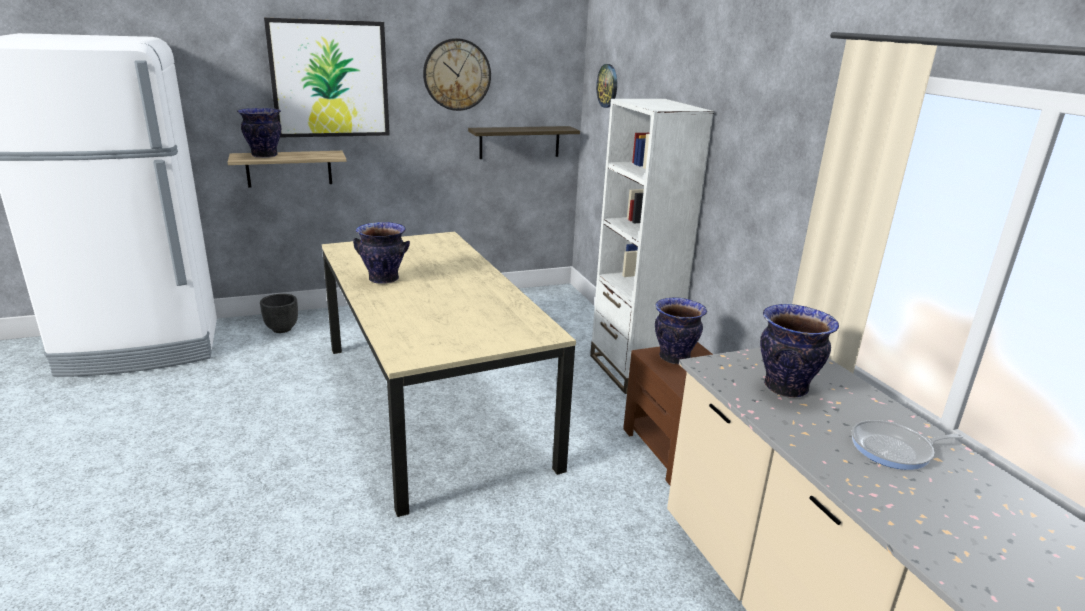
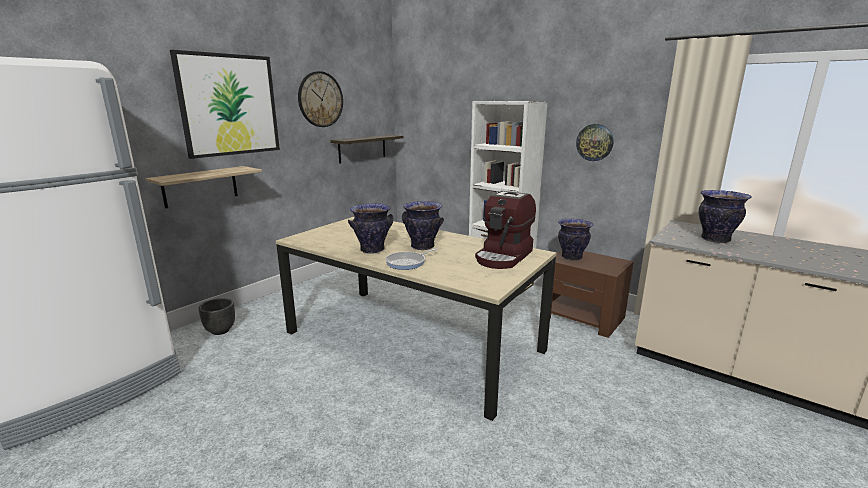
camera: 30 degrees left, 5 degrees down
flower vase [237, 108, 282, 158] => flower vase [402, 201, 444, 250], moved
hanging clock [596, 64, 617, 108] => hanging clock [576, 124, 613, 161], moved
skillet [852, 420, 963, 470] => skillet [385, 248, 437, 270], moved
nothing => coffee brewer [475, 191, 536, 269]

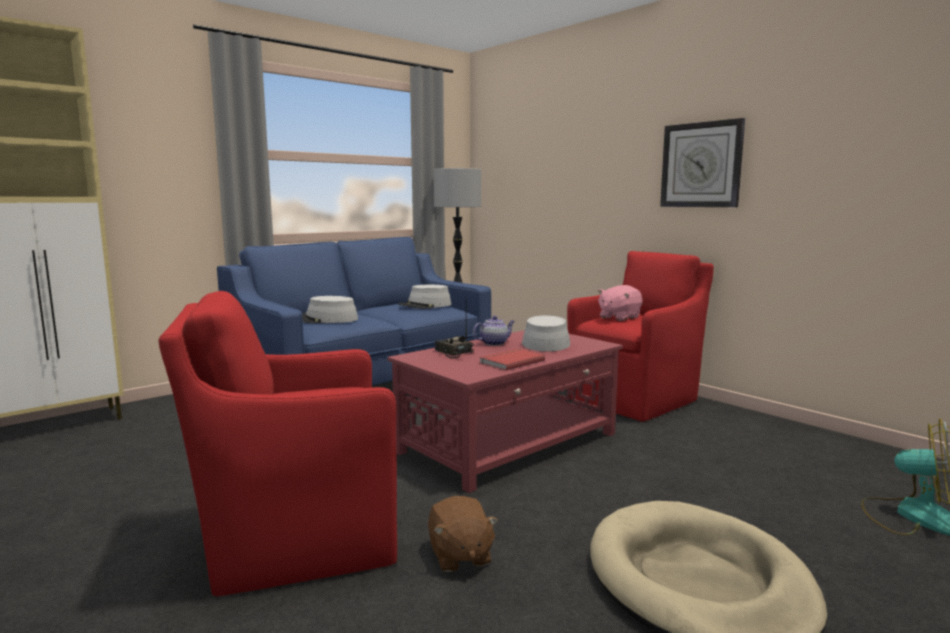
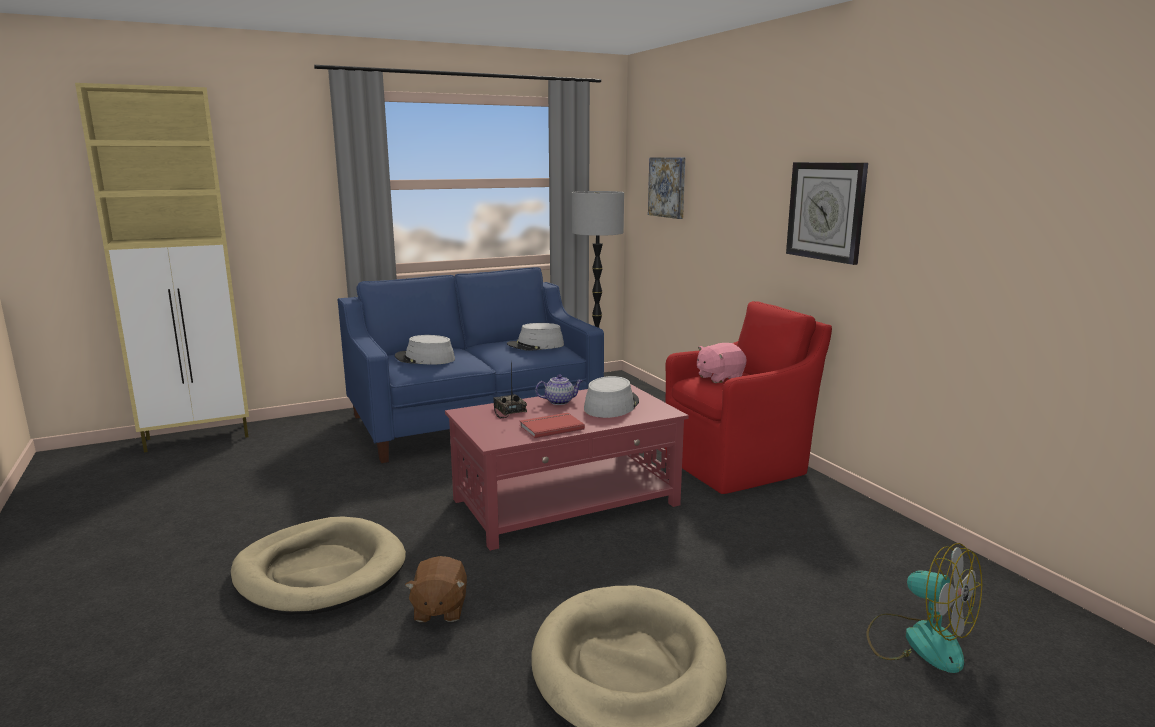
camera: 15 degrees right, 5 degrees up
red-coloured easy chair [159, 291, 397, 596] => beige-coloured dog cushion [230, 517, 406, 615]
nothing => picture [648, 157, 685, 219]

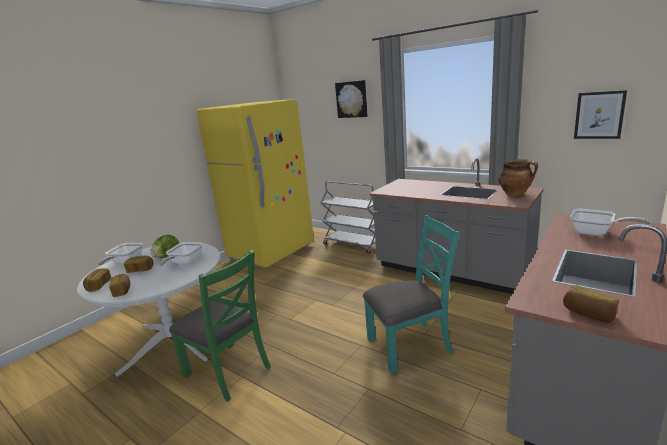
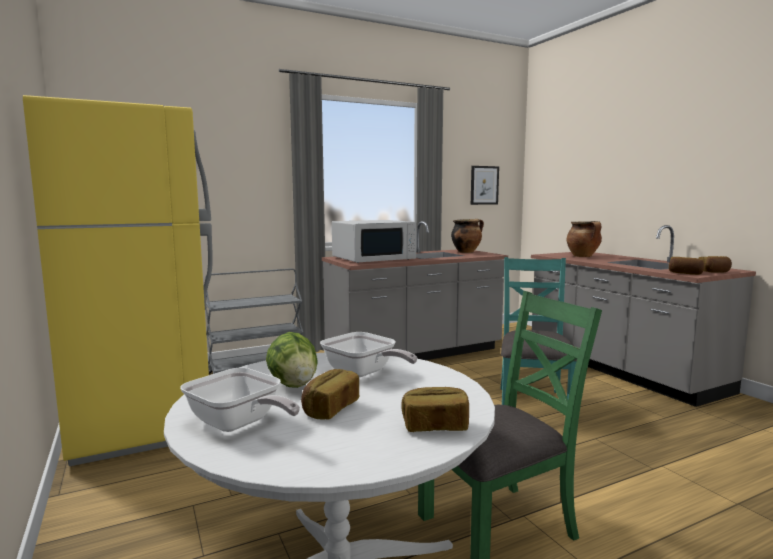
camera: 65 degrees left, 10 degrees down
bread [83, 268, 111, 292] => bread [669, 257, 705, 275], moved
picture [335, 80, 368, 118] => nothing
skillet [570, 209, 649, 236] => saucepot [567, 221, 602, 257]
nothing => white microwave [332, 220, 417, 263]

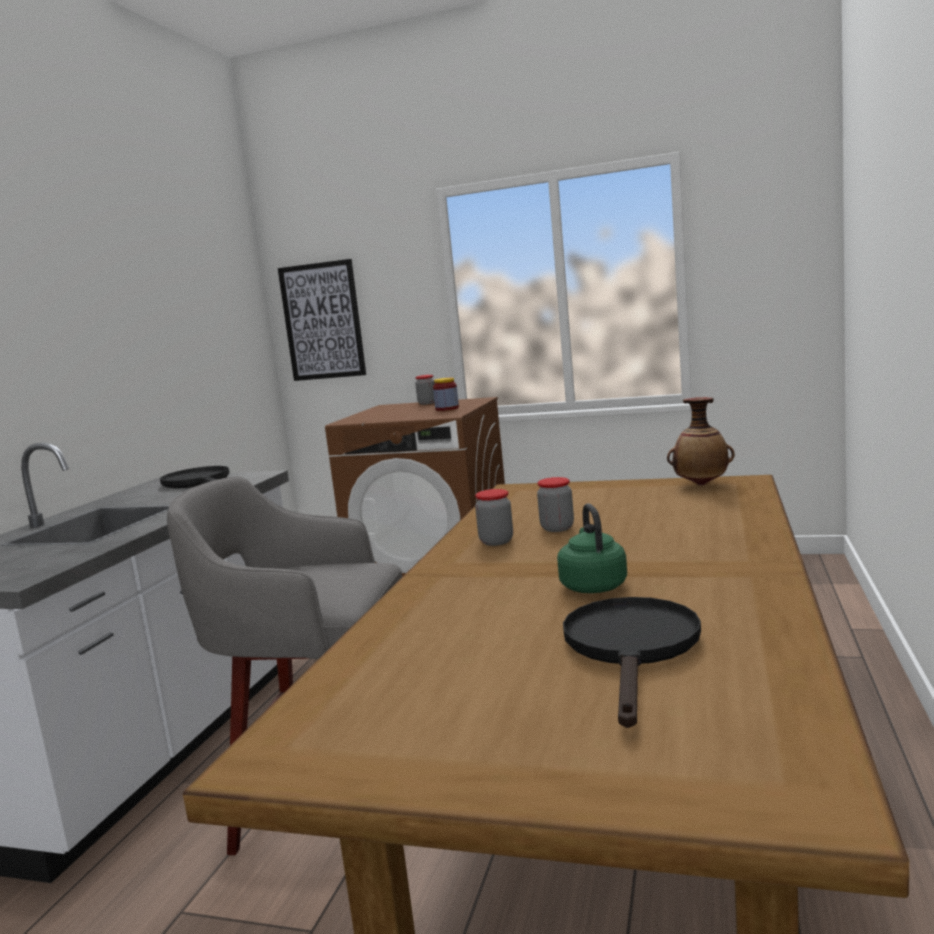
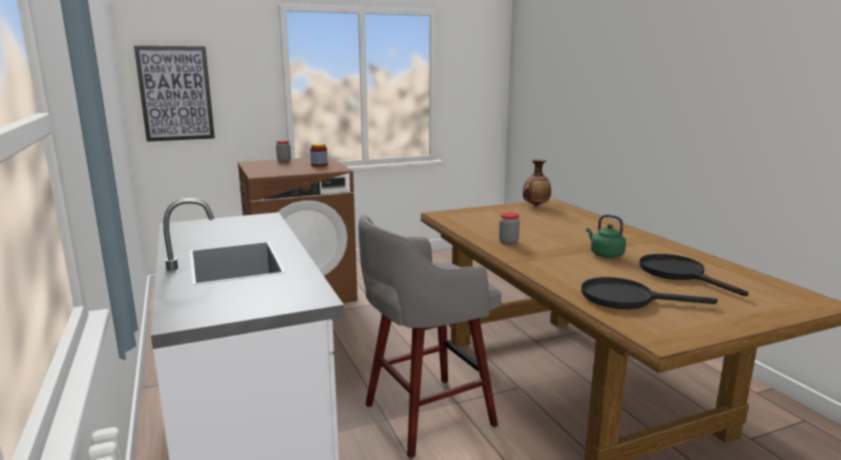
camera: 40 degrees left, 5 degrees up
blackish skillet [160, 466, 230, 488] => blackish skillet [581, 277, 718, 309], moved
storage jar [537, 477, 574, 532] => nothing

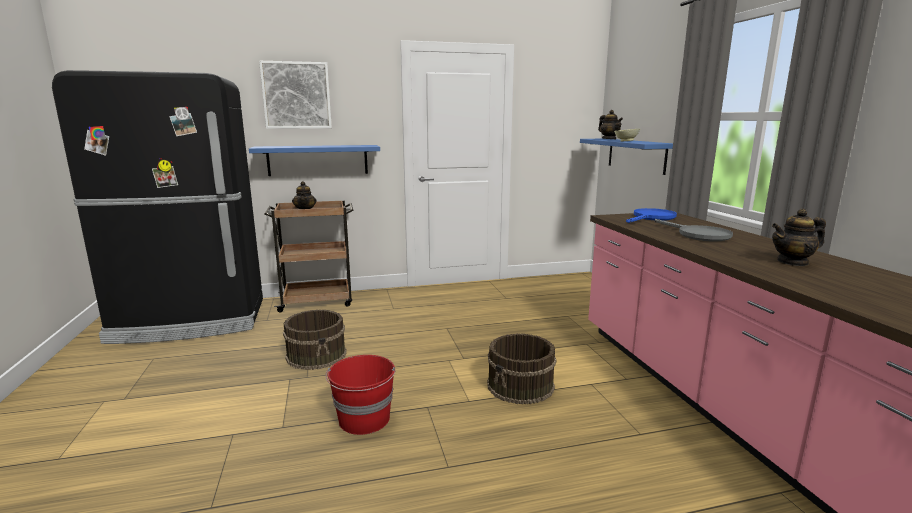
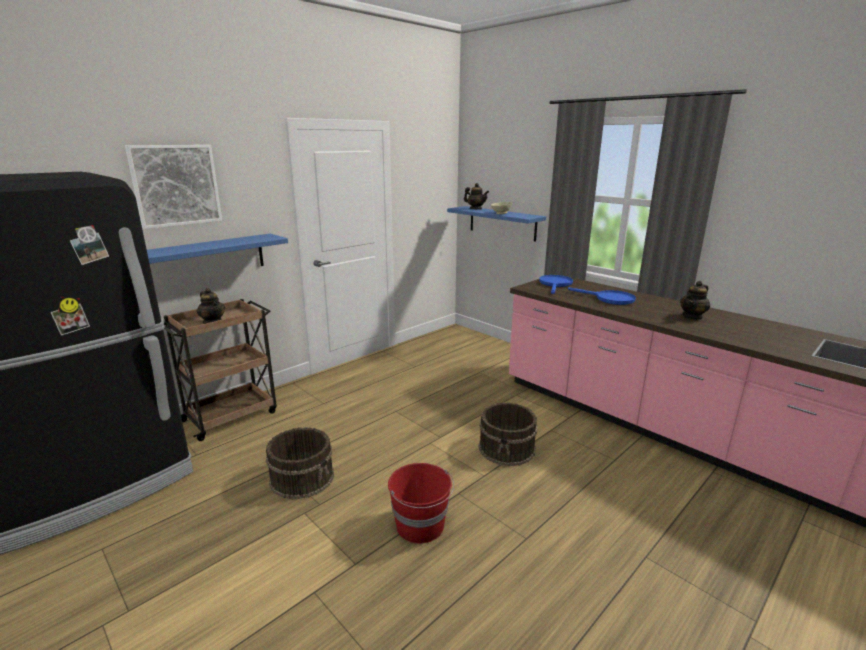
camera: 30 degrees left, 5 degrees up
greyish skillet [655, 219, 733, 242] => blue-coloured skillet [568, 287, 636, 305]

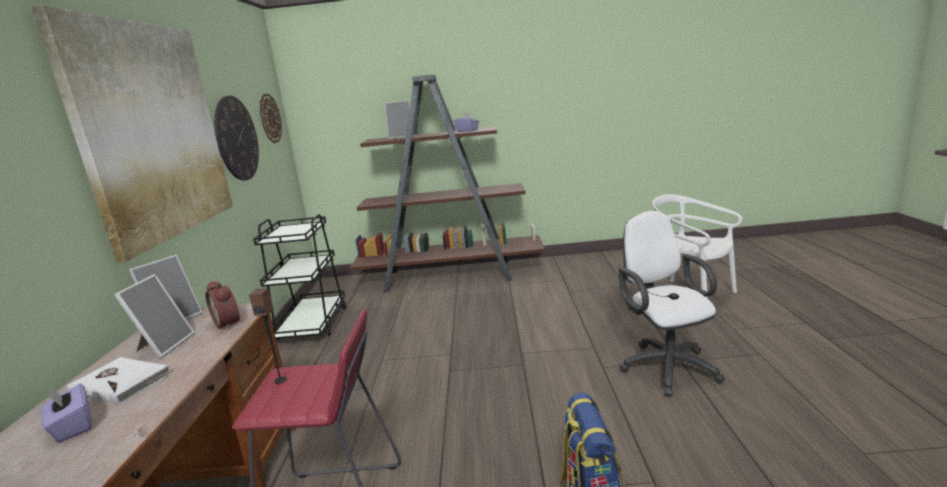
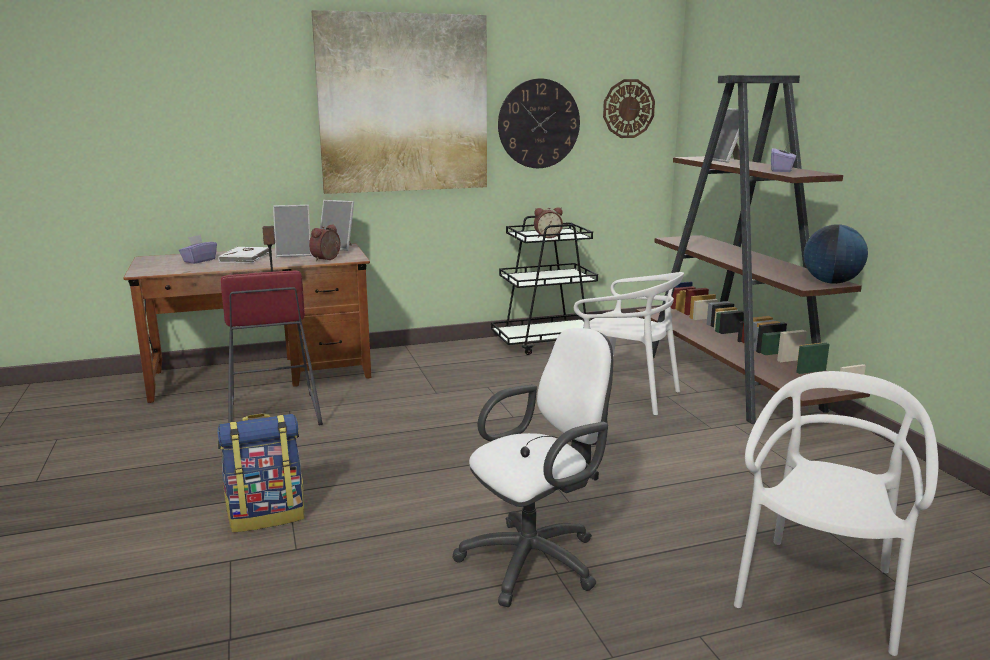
camera: 70 degrees right, 0 degrees up
nothing => alarm clock [534, 207, 563, 238]
nothing => white chair [574, 272, 684, 415]
nothing => desk globe [804, 224, 868, 284]

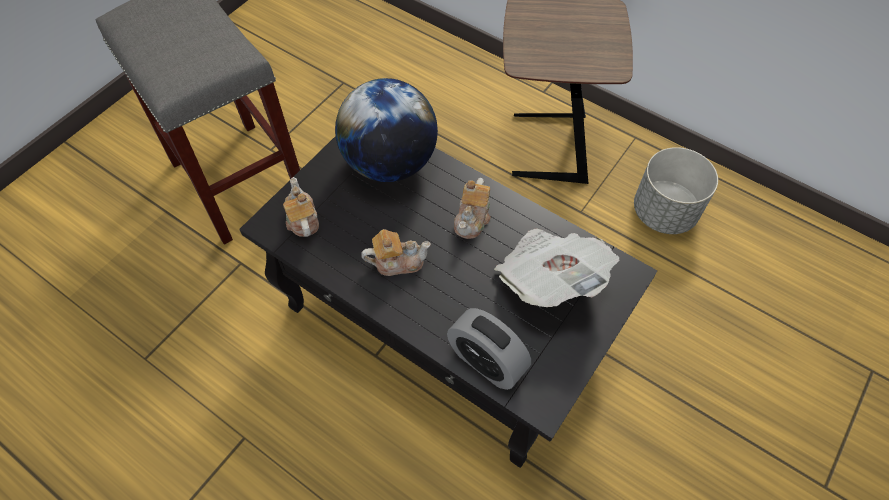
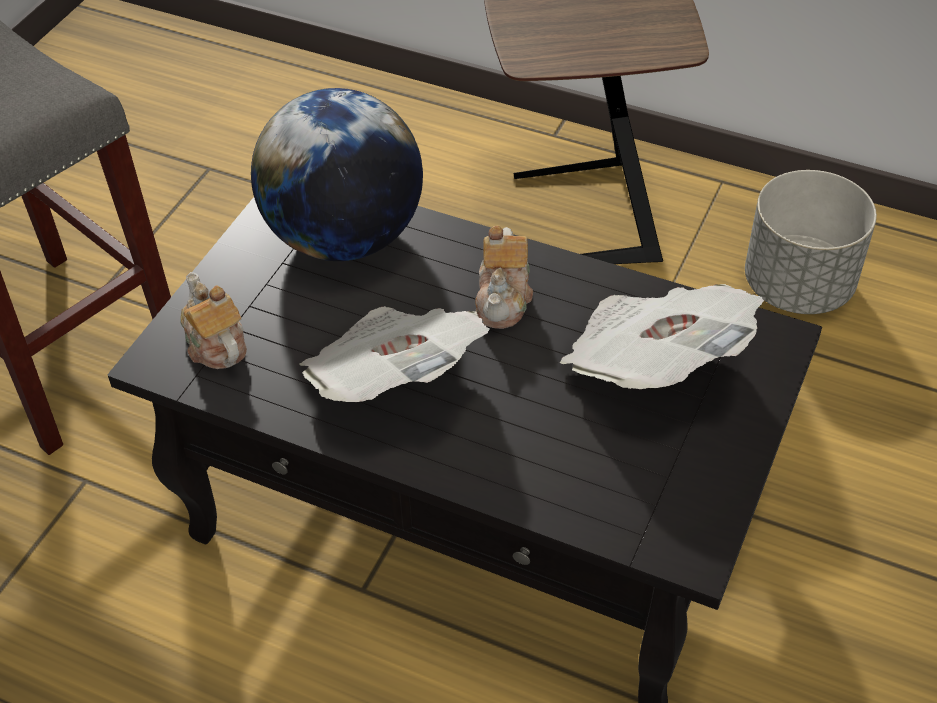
camera: 10 degrees left, 10 degrees down
teapot [361, 229, 431, 276] => newspaper [300, 306, 490, 402]
alarm clock [447, 308, 531, 390] => nothing

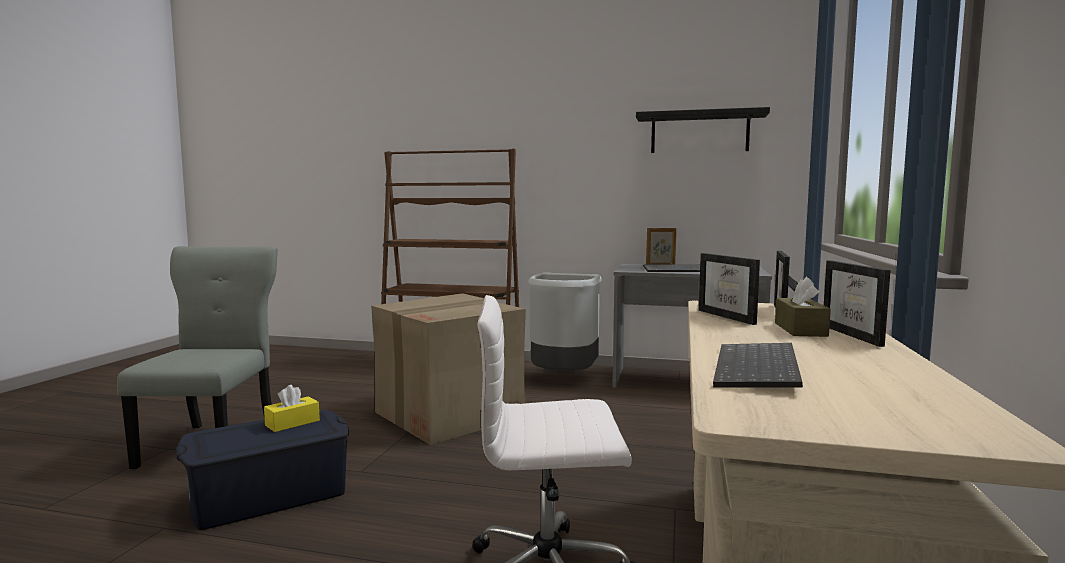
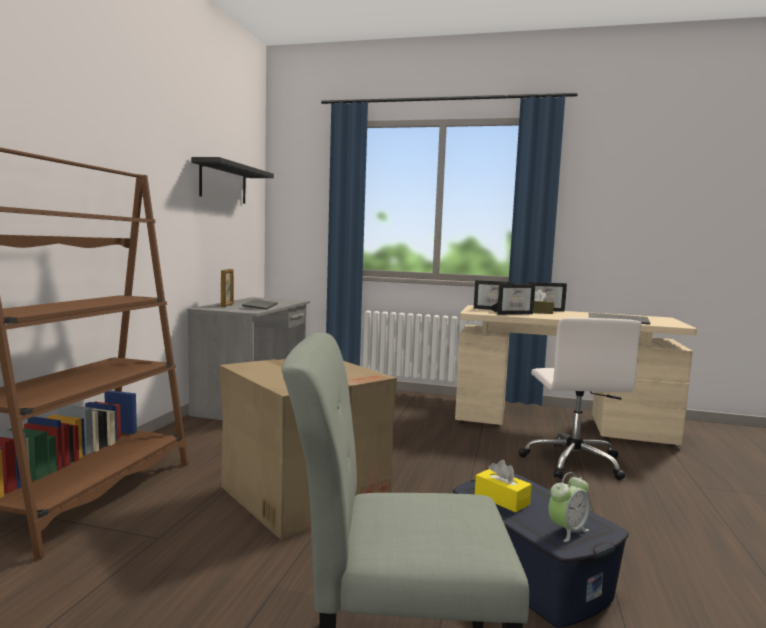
camera: 90 degrees left, 0 degrees up
greyish trash can [528, 273, 602, 371] => nothing
nothing => alarm clock [549, 472, 590, 542]

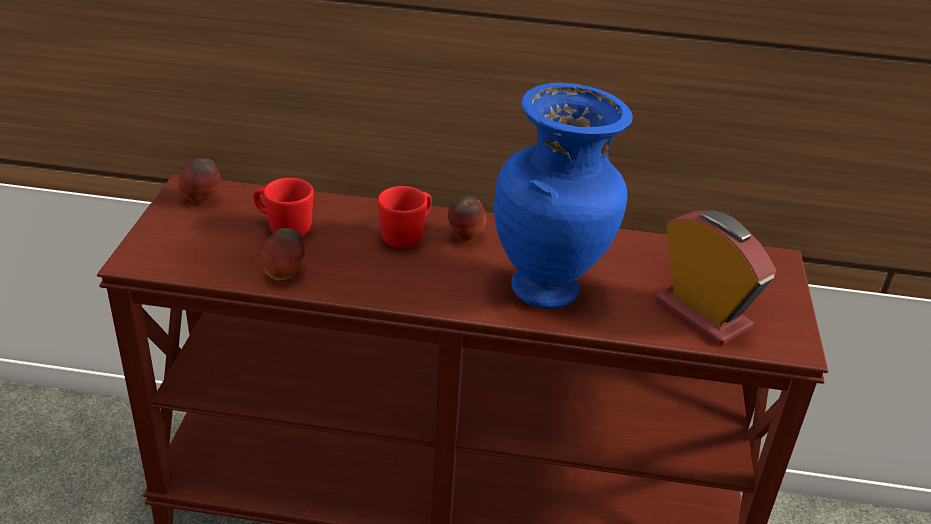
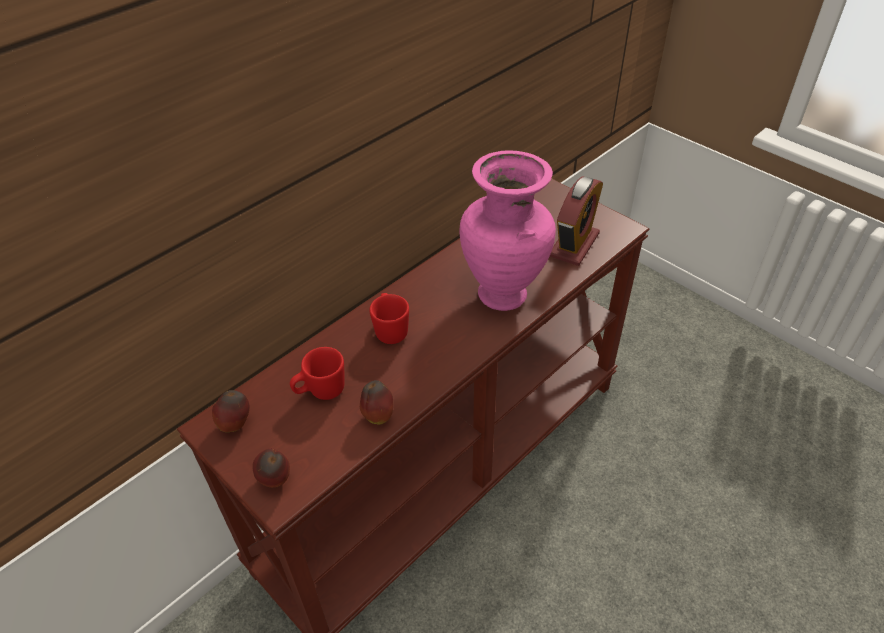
camera: 50 degrees left, 10 degrees up
apple fruit [448, 196, 486, 240] => apple fruit [252, 448, 290, 488], moved
blue-coloured flower vase [494, 83, 633, 309] => pink-coloured flower vase [460, 150, 556, 311]
alarm clock [656, 210, 776, 345] => alarm clock [550, 176, 603, 266], 120 degrees clockwise

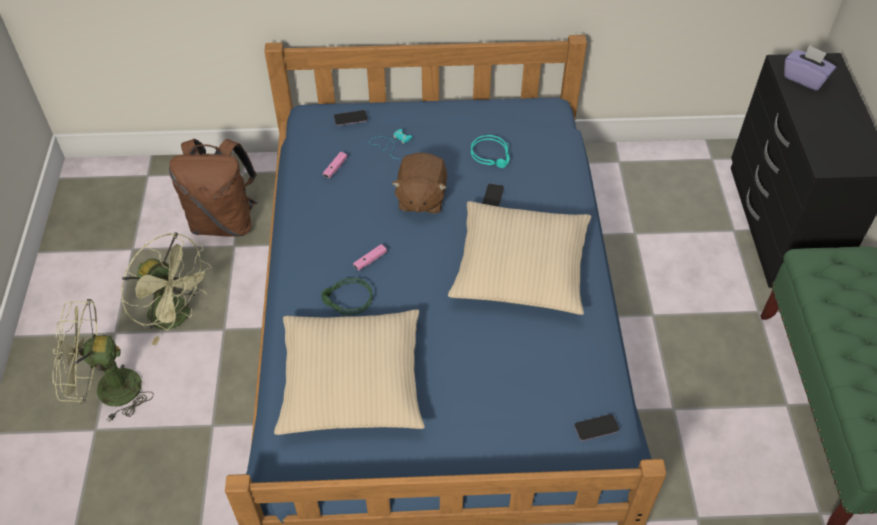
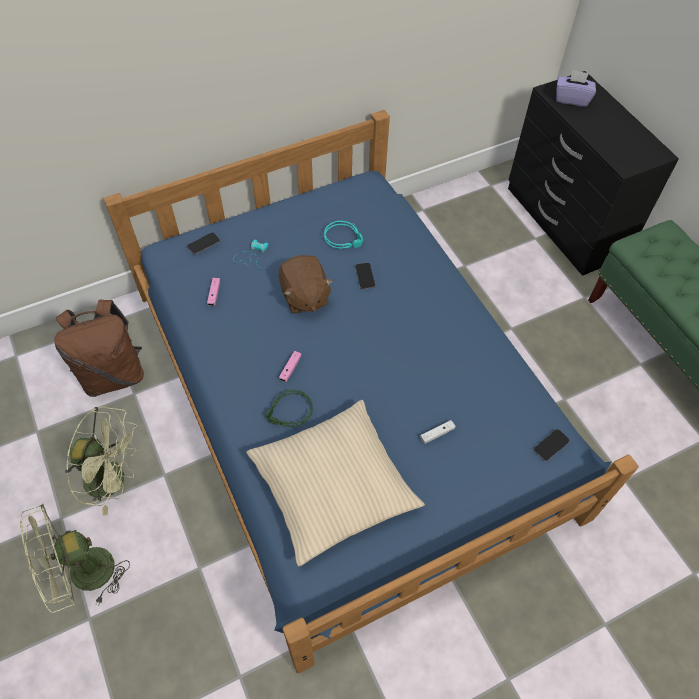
camera: 25 degrees left, 5 degrees up
beige-coloured cushion [448, 201, 591, 315] => nothing
nothing => white game controller [420, 420, 456, 444]

